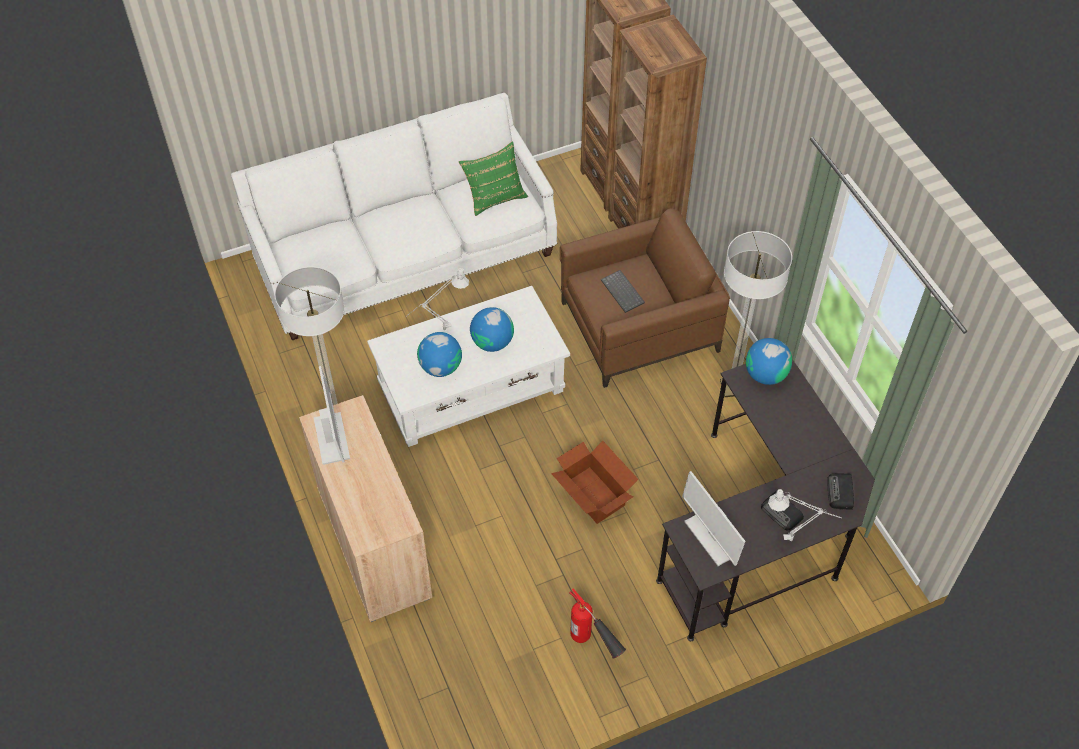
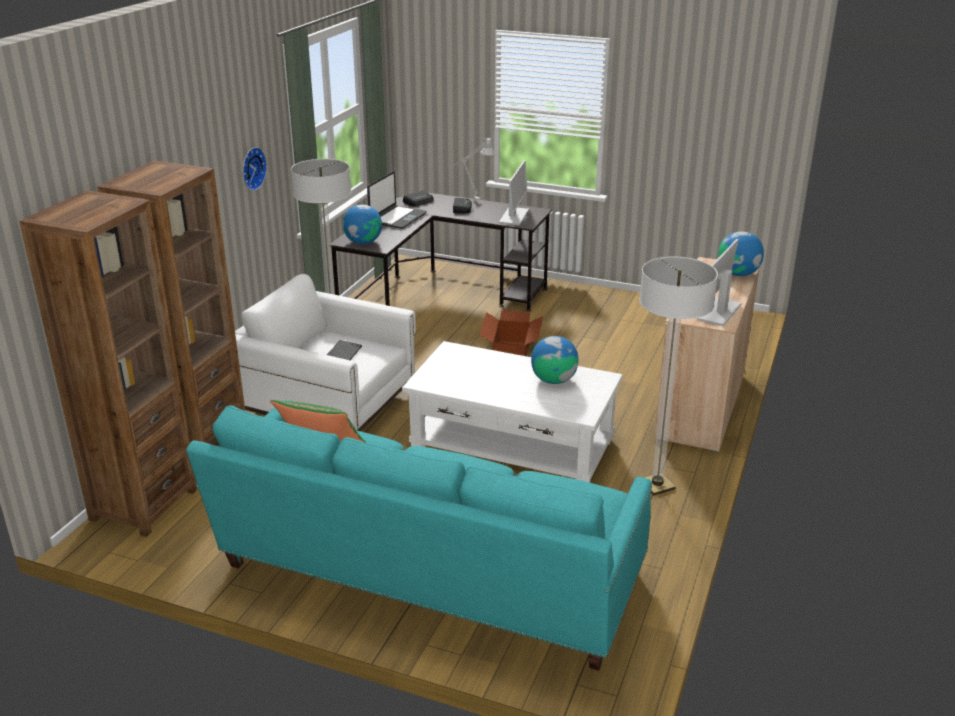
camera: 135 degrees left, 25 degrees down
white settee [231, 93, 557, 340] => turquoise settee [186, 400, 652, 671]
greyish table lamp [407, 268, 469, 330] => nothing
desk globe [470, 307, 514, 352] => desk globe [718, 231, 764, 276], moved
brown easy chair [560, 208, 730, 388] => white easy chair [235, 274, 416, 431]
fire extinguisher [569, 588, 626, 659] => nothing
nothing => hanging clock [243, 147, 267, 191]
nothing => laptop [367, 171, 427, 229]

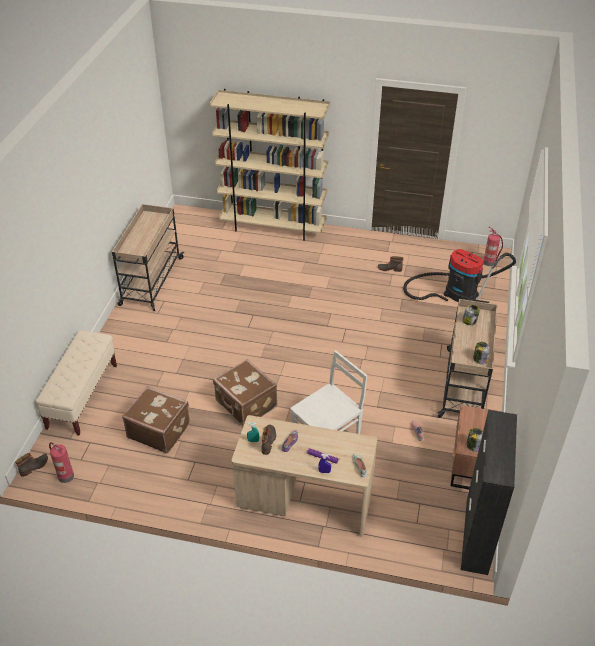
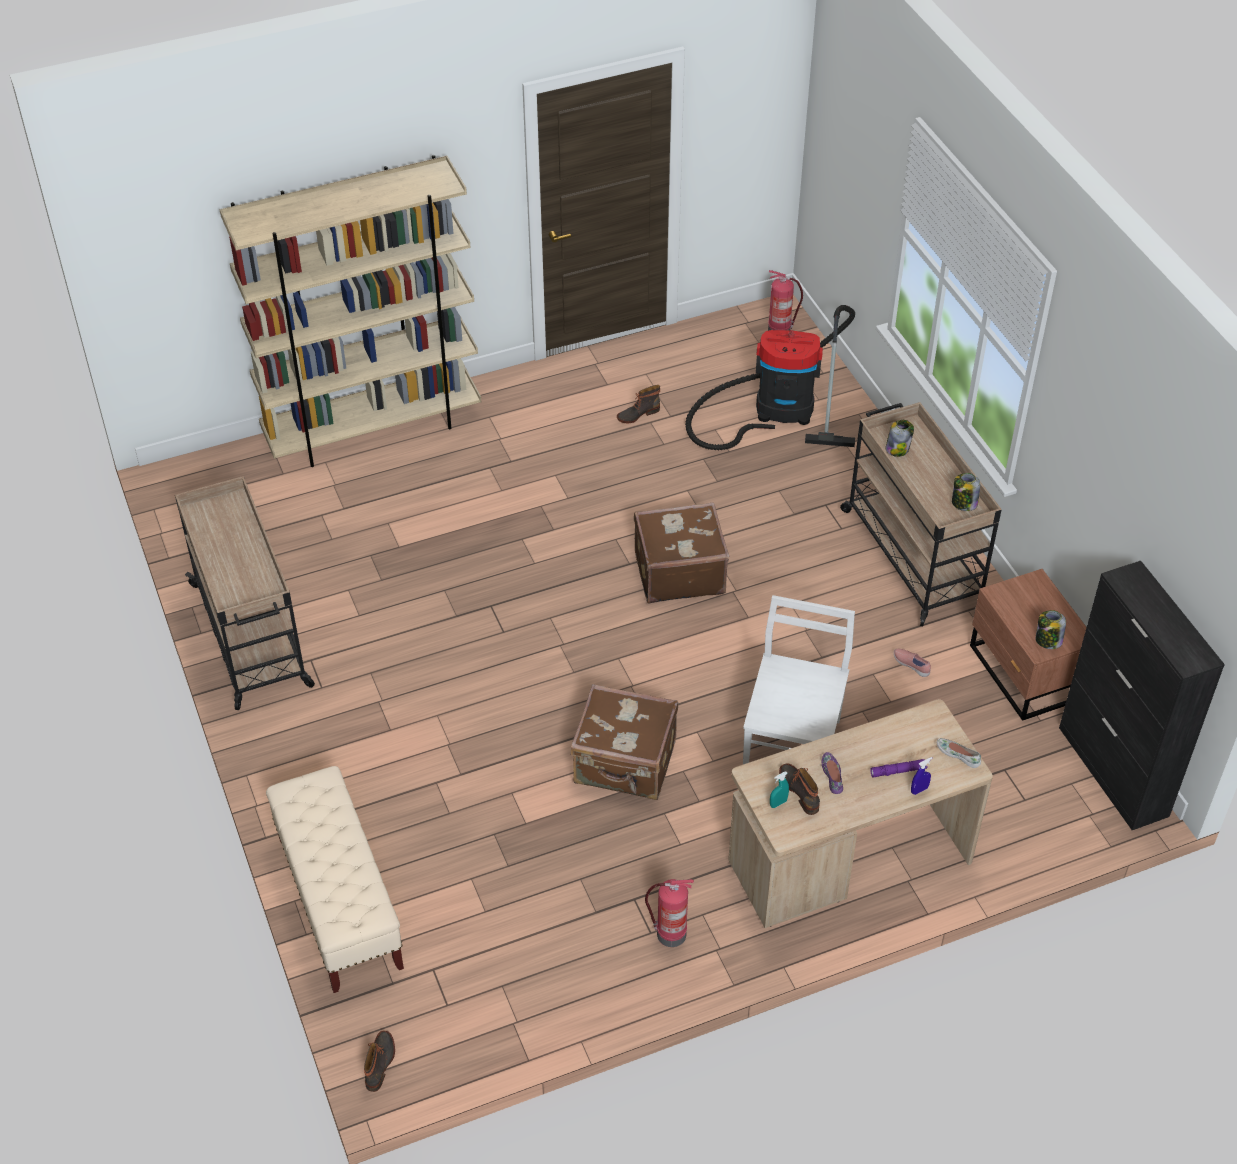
camera: 35 degrees left, 5 degrees up
fire extinguisher [49, 442, 74, 483] => fire extinguisher [645, 879, 694, 947], moved
brown piece of luggage [122, 386, 190, 453] => brown piece of luggage [634, 502, 729, 604], moved

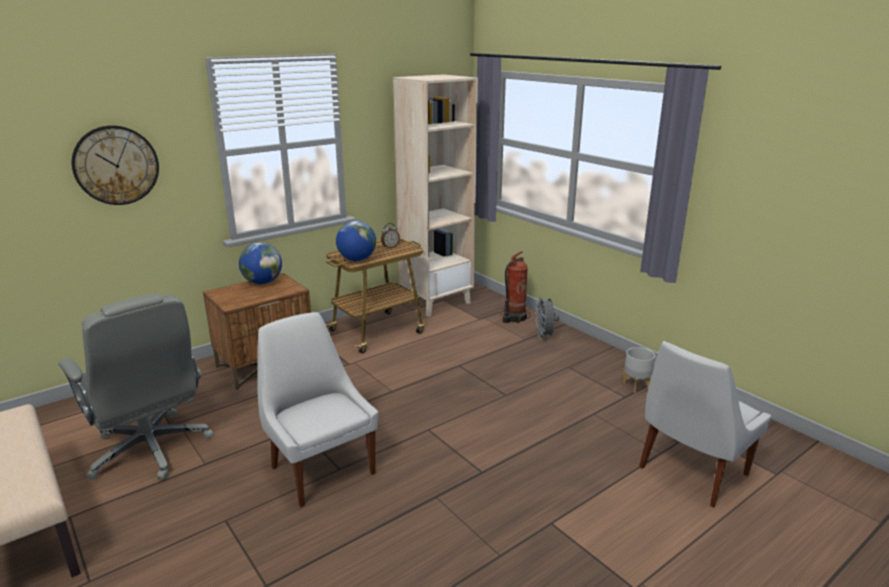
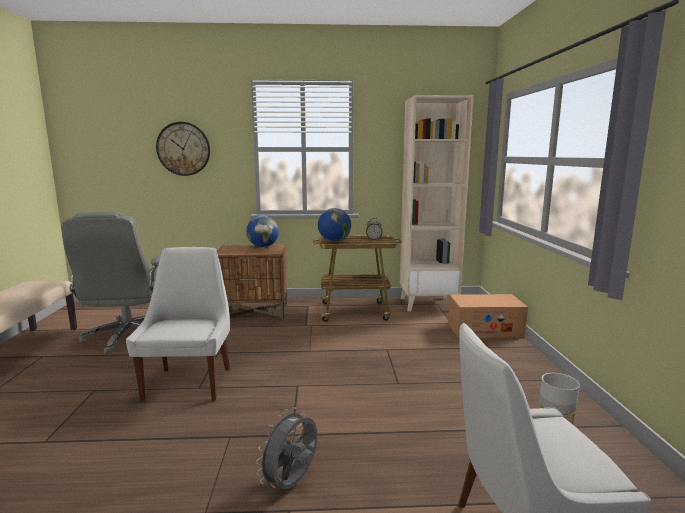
camera: 35 degrees right, 10 degrees down
fire extinguisher [501, 251, 530, 323] => packing box [448, 294, 528, 338]
greyish fan [535, 296, 559, 340] => greyish fan [256, 407, 317, 489], moved

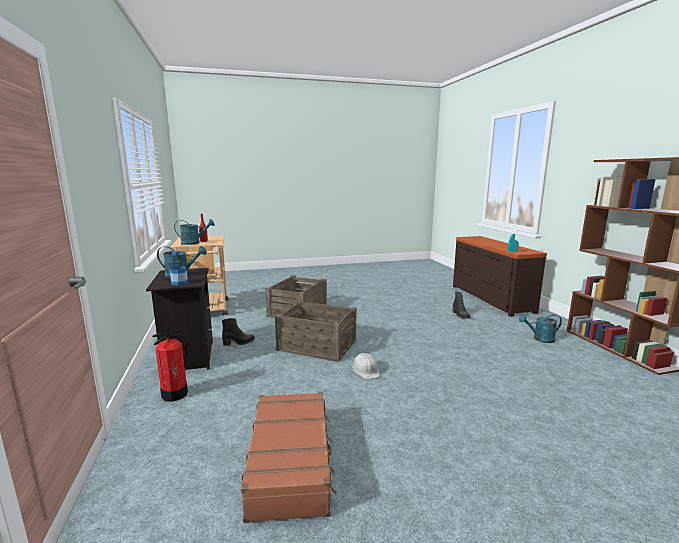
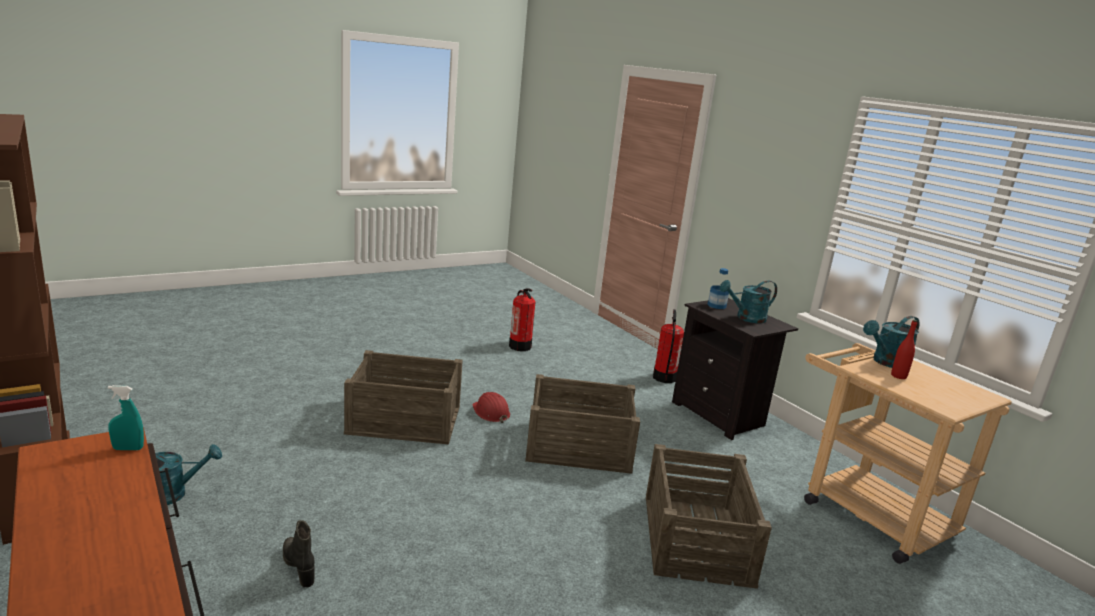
camera: 160 degrees right, 5 degrees up
blackish tall boot [222, 318, 255, 346] => nothing
brown piece of luggage [241, 392, 337, 523] => fire extinguisher [509, 289, 536, 351]
white hard hat [352, 353, 380, 379] => red-coloured hard hat [472, 392, 510, 423]
nothing => packing crate [344, 350, 463, 445]

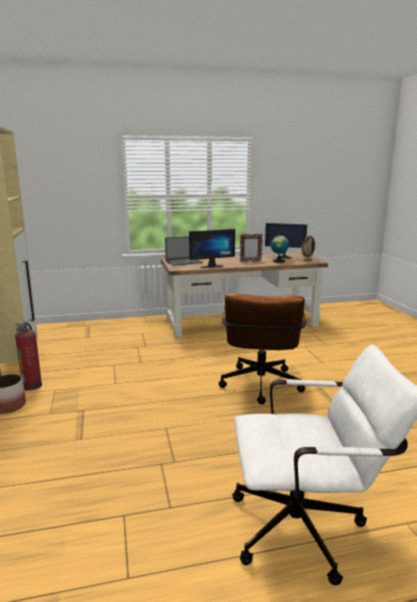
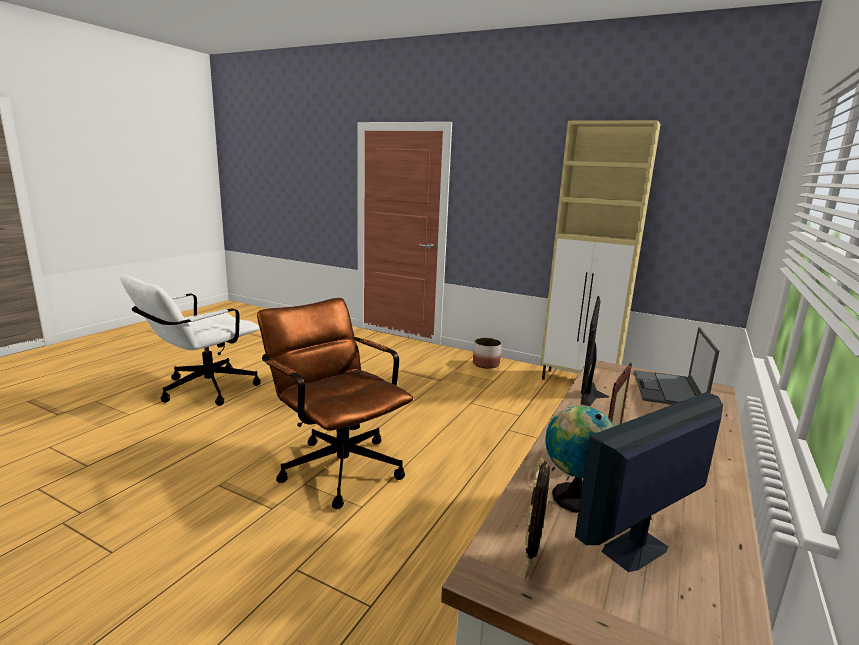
camera: 130 degrees right, 0 degrees up
fire extinguisher [15, 321, 42, 391] => nothing

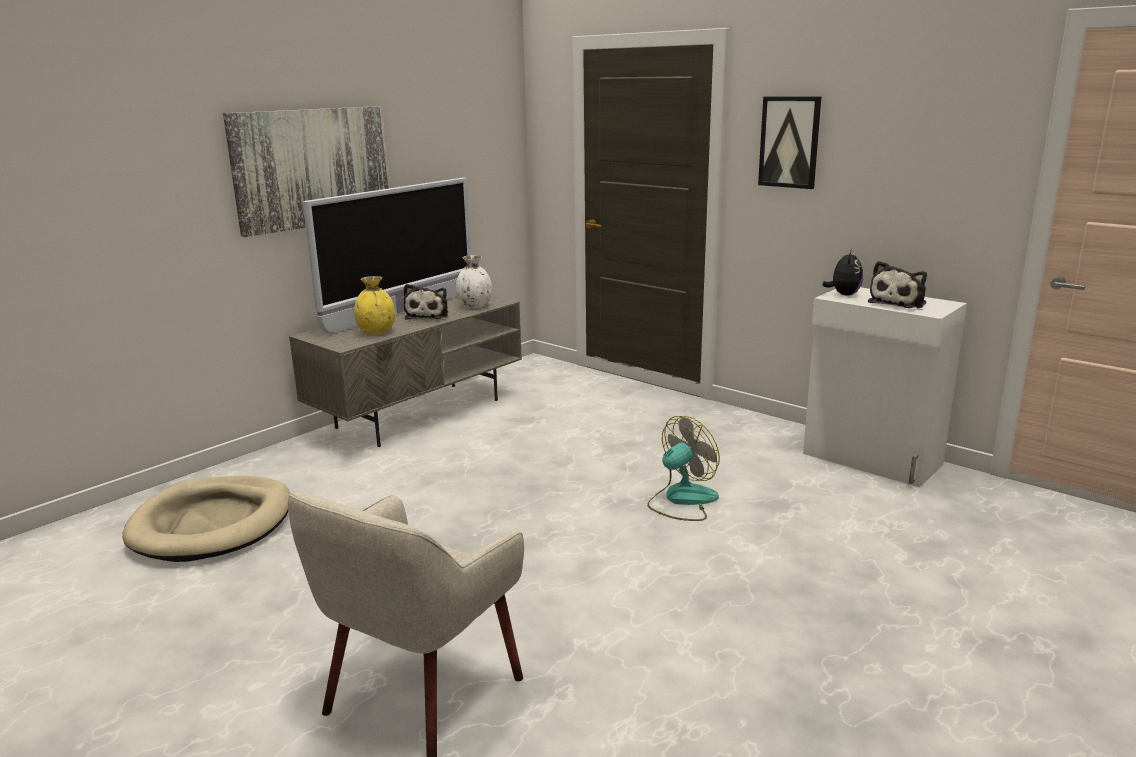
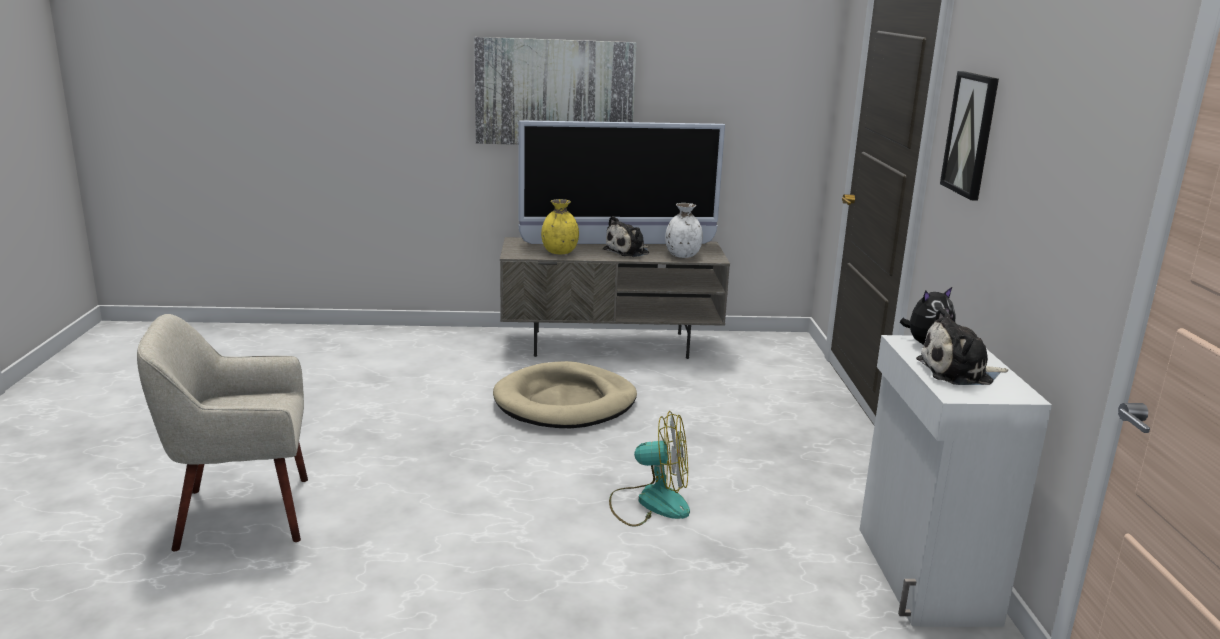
camera: 45 degrees right, 0 degrees up
beige-coloured dog cushion [122, 476, 290, 562] => beige-coloured dog cushion [493, 361, 637, 428], moved

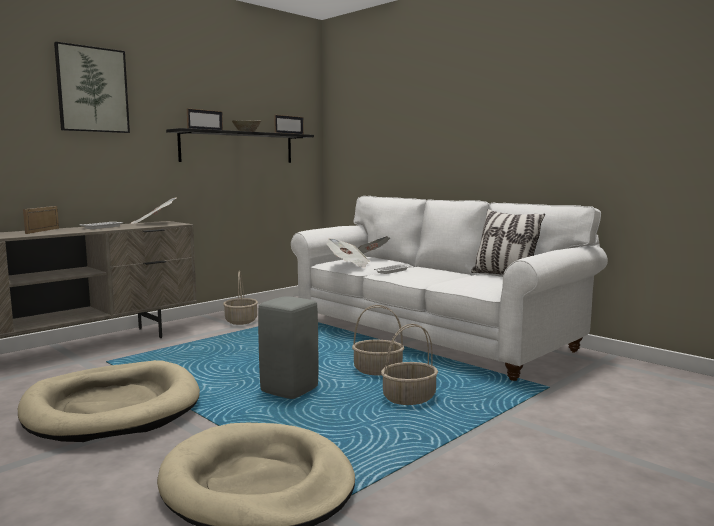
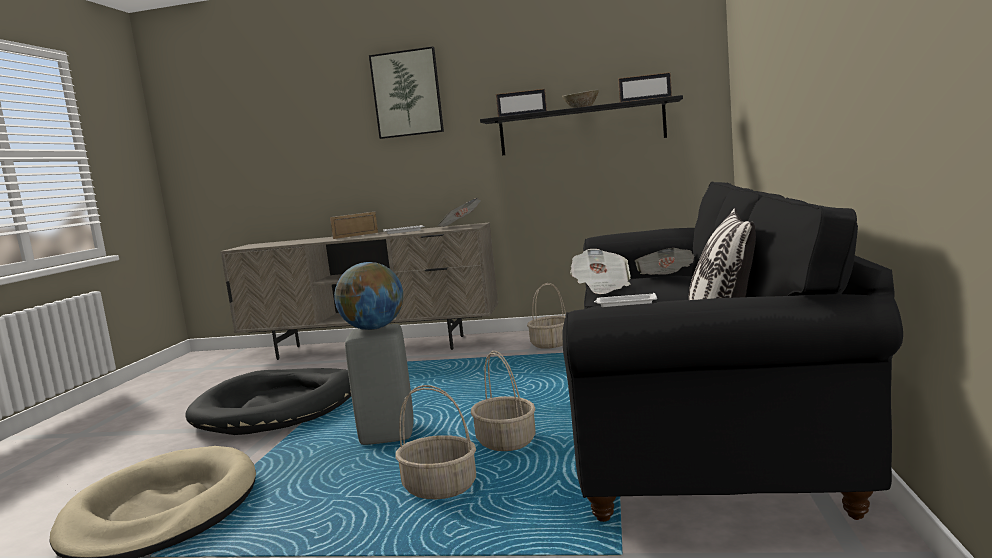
camera: 55 degrees right, 0 degrees up
beige-coloured dog cushion [18, 360, 200, 442] => blackish dog cushion [185, 368, 351, 435]
white settee [291, 196, 608, 381] => blackish settee [563, 182, 903, 522]
nothing => desk globe [334, 262, 403, 330]

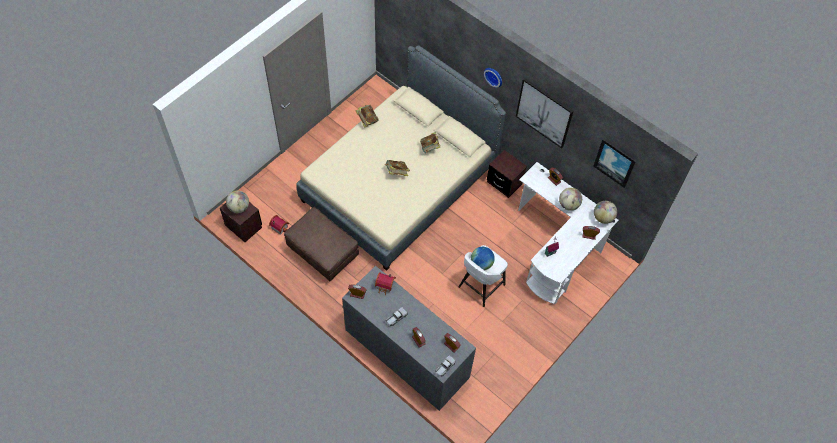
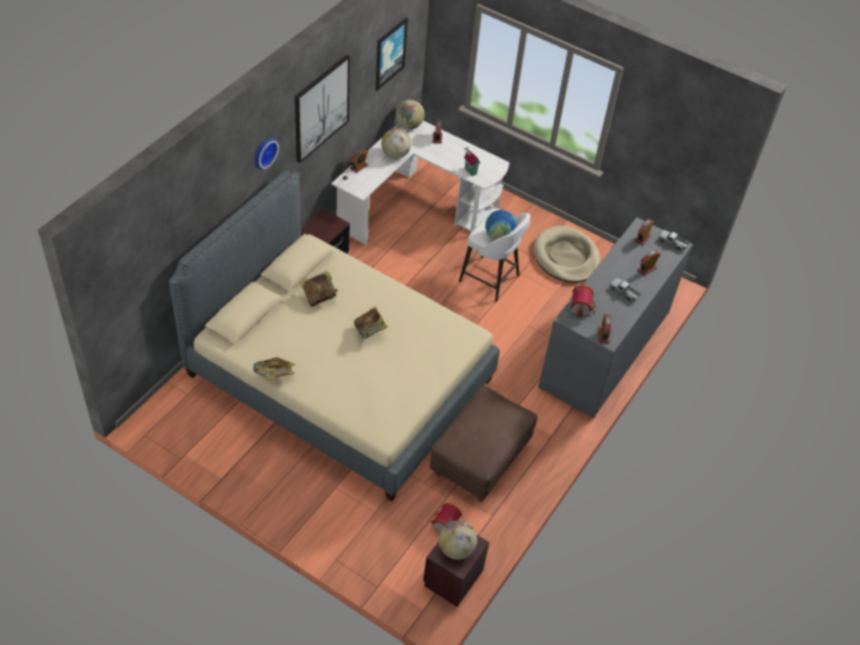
camera: 100 degrees left, 10 degrees down
nothing => beige-coloured dog cushion [533, 225, 600, 283]

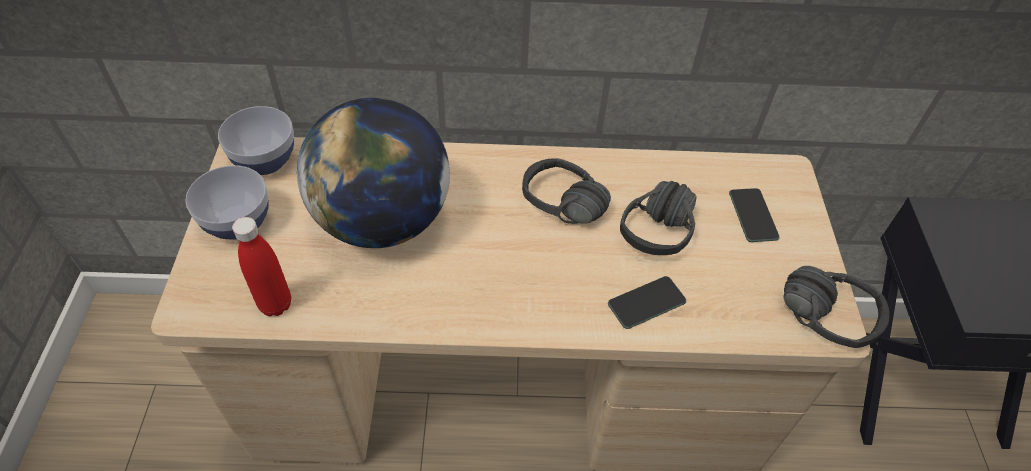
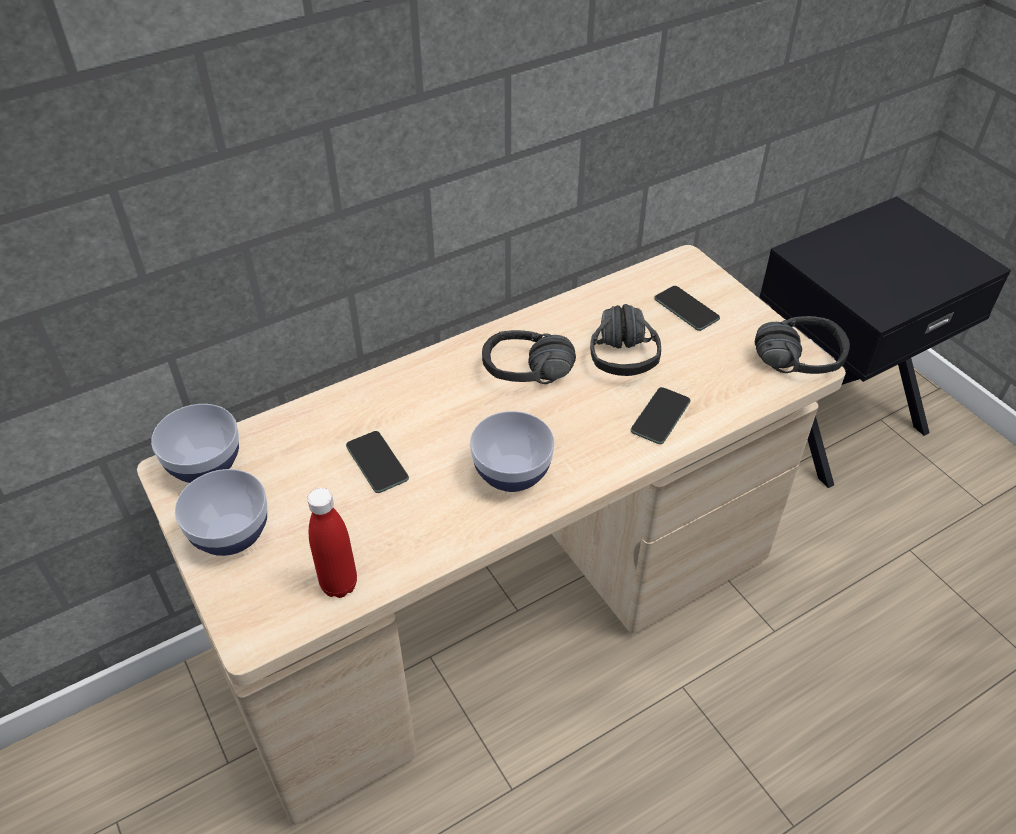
camera: 30 degrees left, 5 degrees down
desk globe [297, 98, 450, 248] => phone [346, 431, 409, 493]
nothing => bowl [470, 411, 555, 492]

